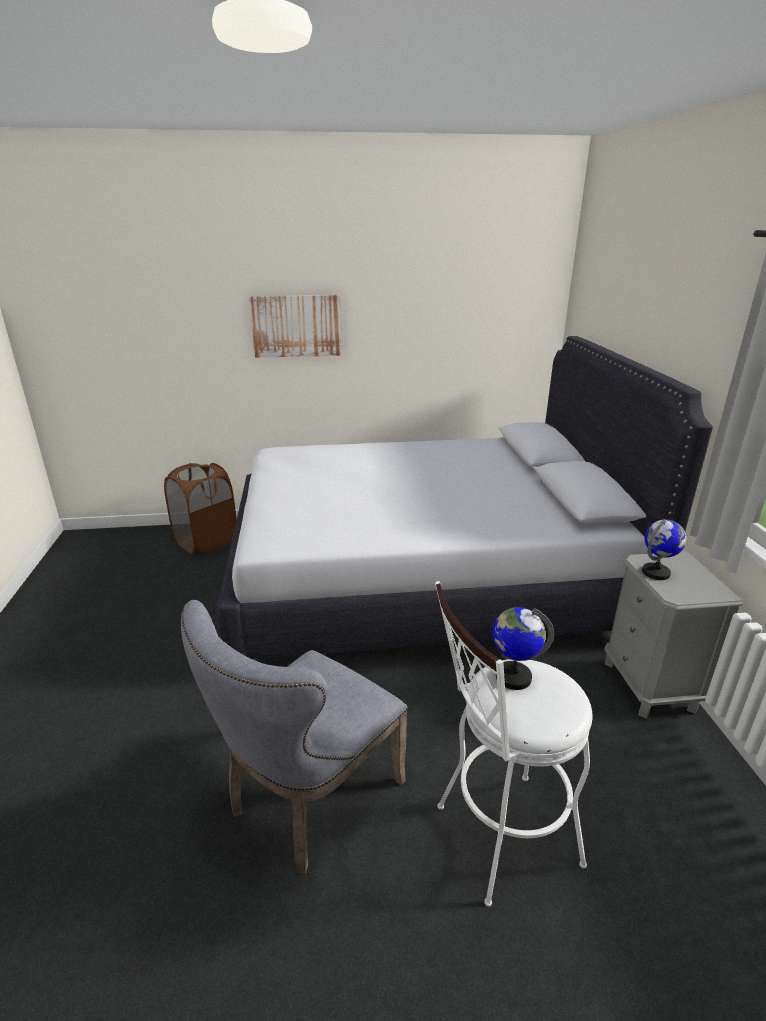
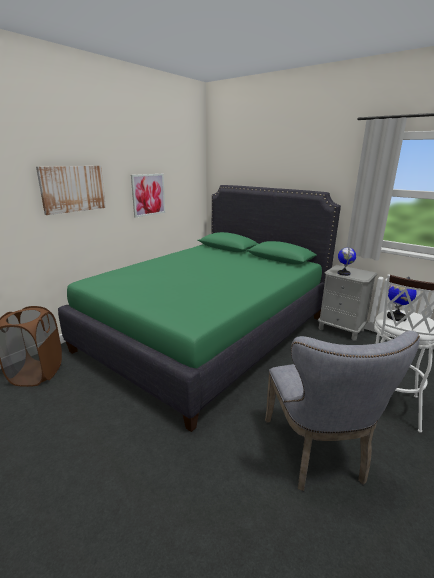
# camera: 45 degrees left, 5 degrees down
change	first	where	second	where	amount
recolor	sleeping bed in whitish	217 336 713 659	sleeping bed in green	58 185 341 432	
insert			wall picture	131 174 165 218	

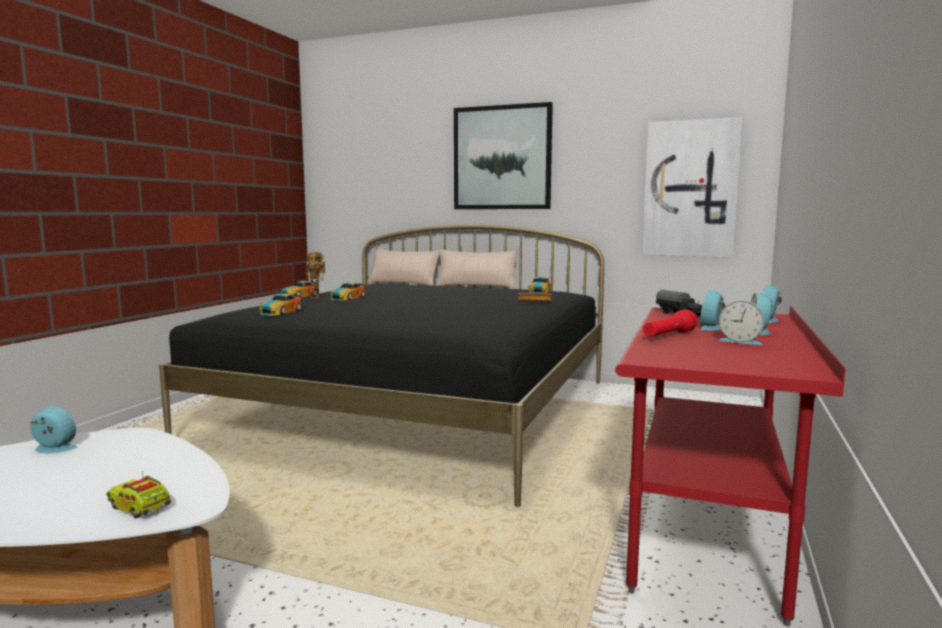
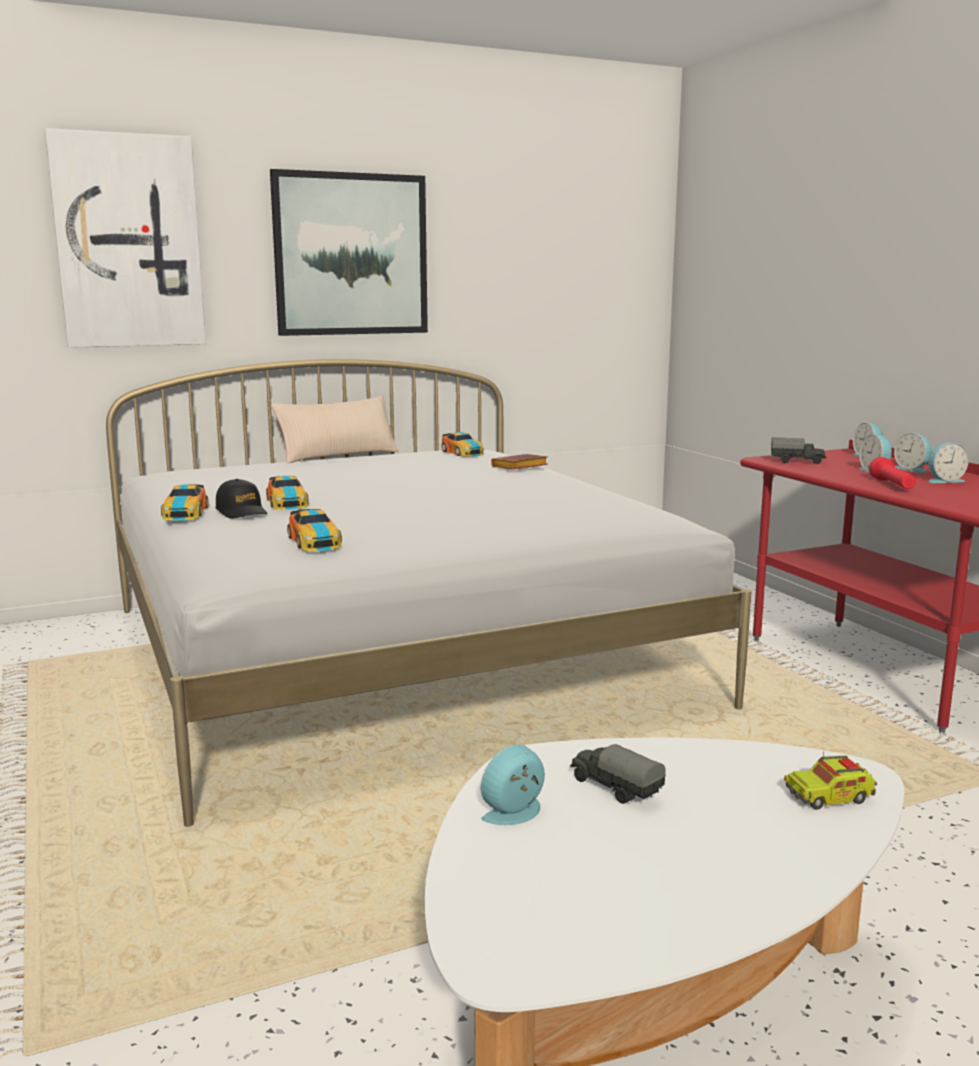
# camera: 45 degrees left, 5 degrees up
change	first	where	second	where	amount
move	wall picture	642 117 743 258		45 128 206 348	
recolor	sleeping bed in black-coloured	159 224 604 507	sleeping bed in whitish	106 359 752 827	
replace	model robot	304 252 325 299	cap in black-coloured	216 479 267 519	
insert			model truck	570 744 665 804	
delete	cushion in beige-coloured	367 249 440 286			

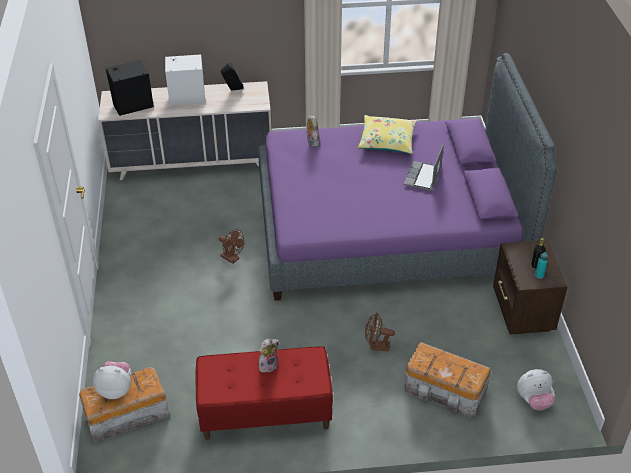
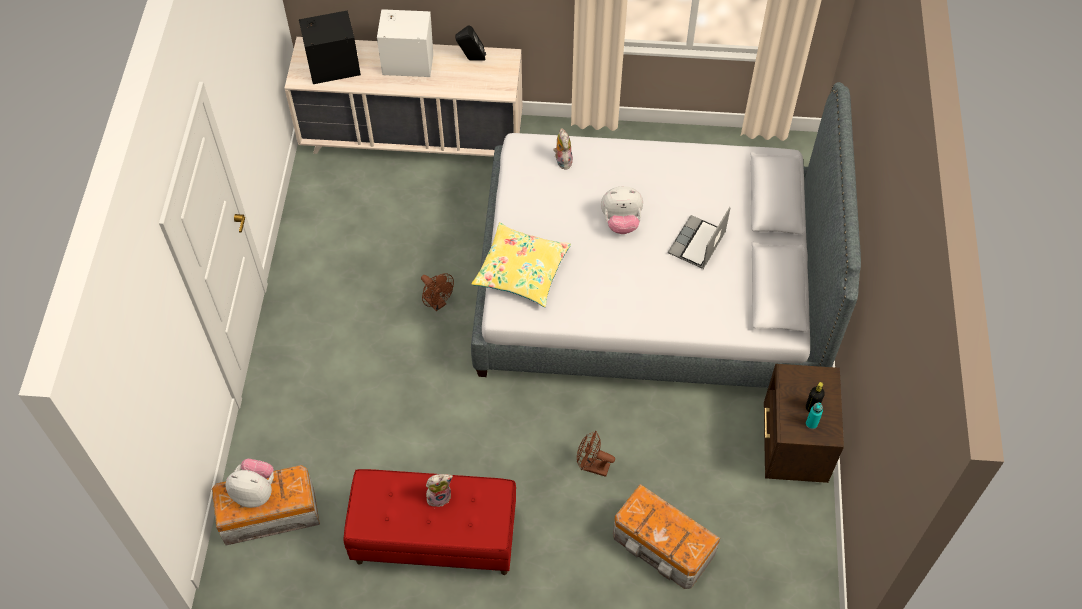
# camera: 10 degrees right, 15 degrees up
change	first	where	second	where	amount
recolor	sleeping bed in purplish	258 53 557 301	sleeping bed in greyish	471 82 861 388	
move	cushion in yellowish	358 115 417 154		472 222 571 307	
move	soft toy	517 369 555 411		601 186 643 234	

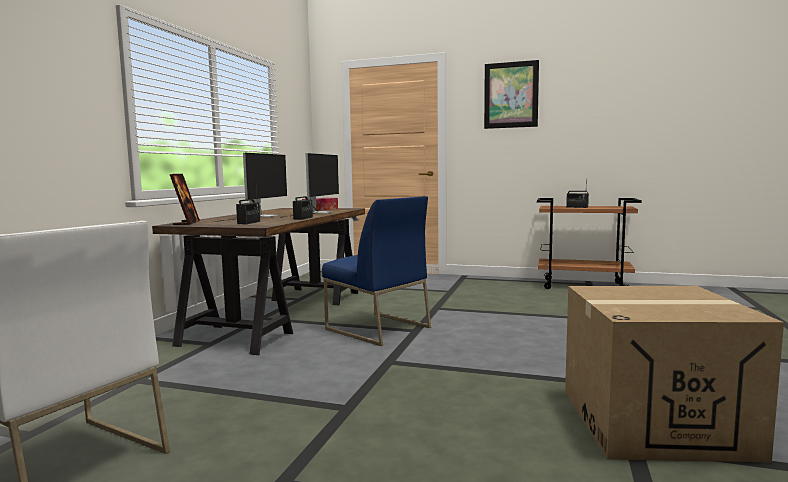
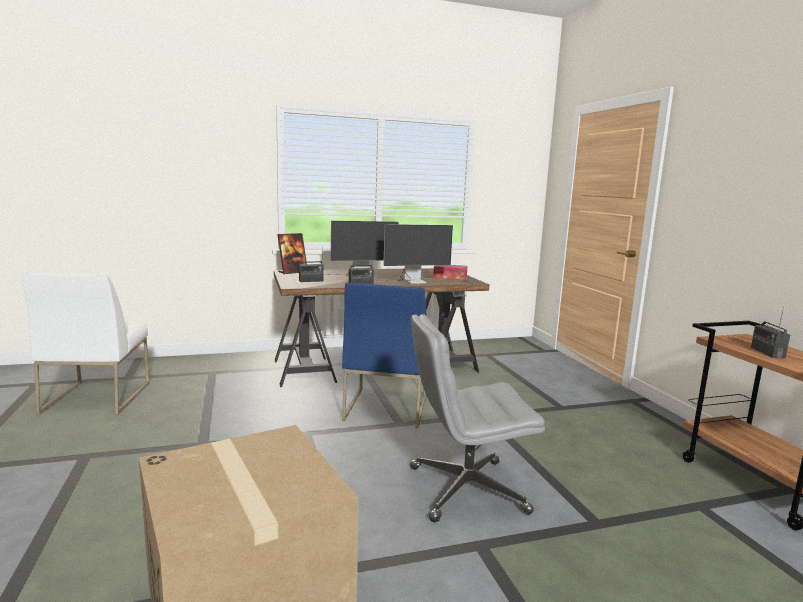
# camera: 55 degrees right, 5 degrees up
change	first	where	second	where	amount
insert			computer chair in greyish	410 314 545 522	
delete	wall picture	484 60 539 129			

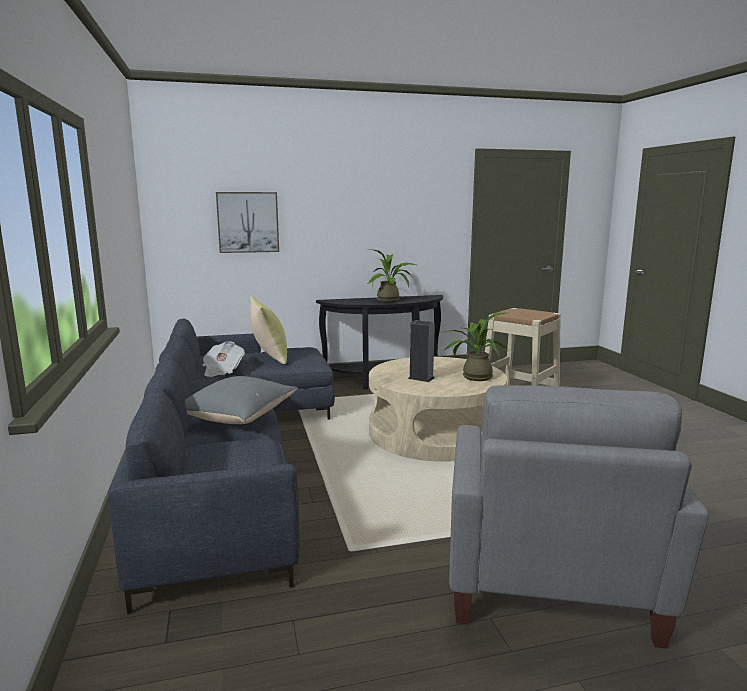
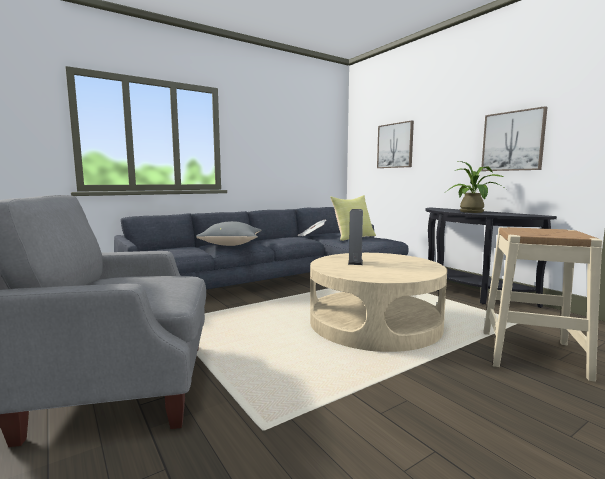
# camera: 70 degrees right, 5 degrees down
change	first	where	second	where	amount
insert			wall picture	481 106 547 171	
delete	potted plant	439 313 509 381			

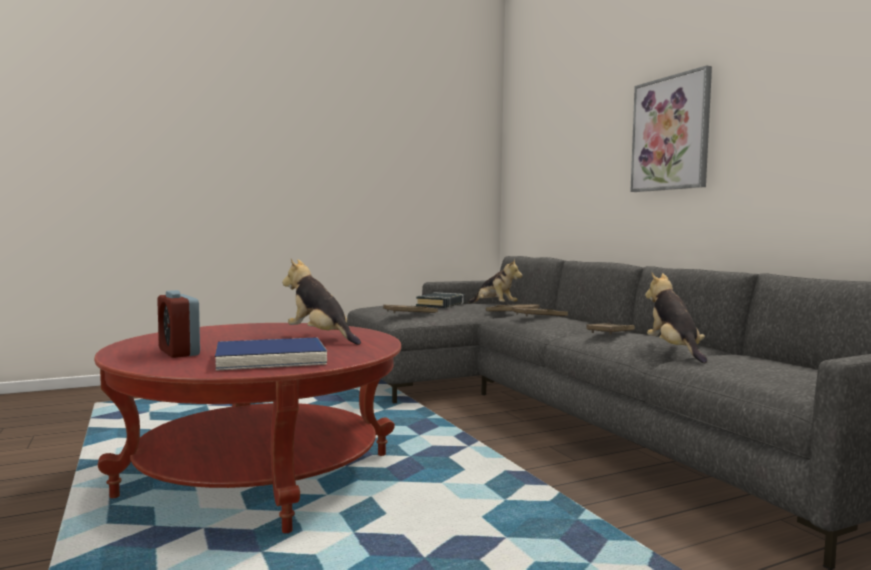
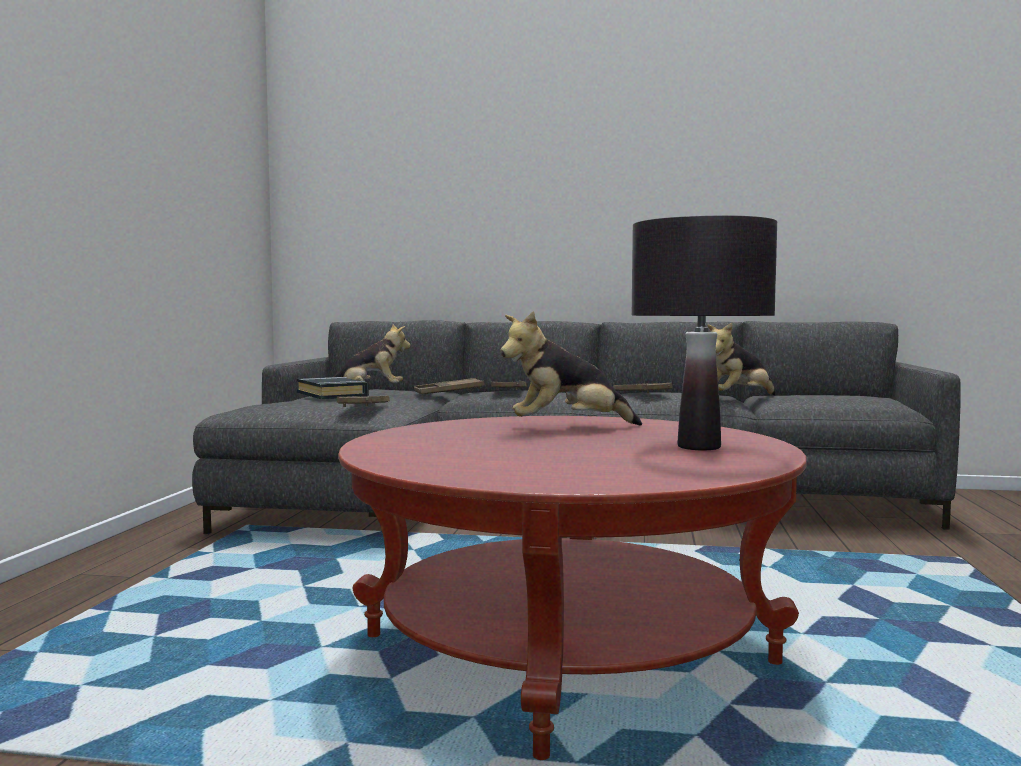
# camera: 55 degrees left, 0 degrees up
change	first	where	second	where	amount
replace	bound book in blue-coloured	215 337 327 371	table lamp in black-coloured	632 215 777 450	
rotate	soft toy	645 272 707 363		707 322 776 396	60 degrees counterclockwise
delete	table clock	157 290 200 358			
delete	wall picture	630 65 712 192			

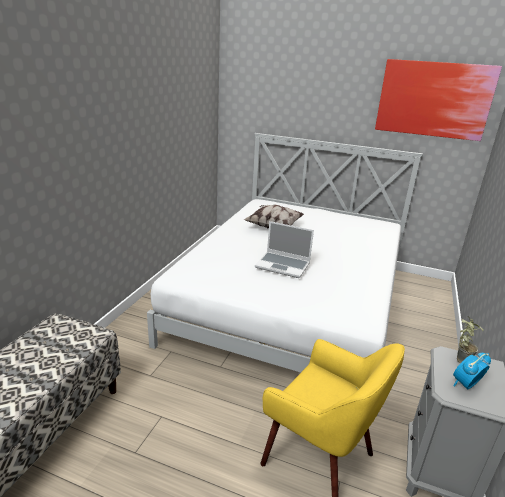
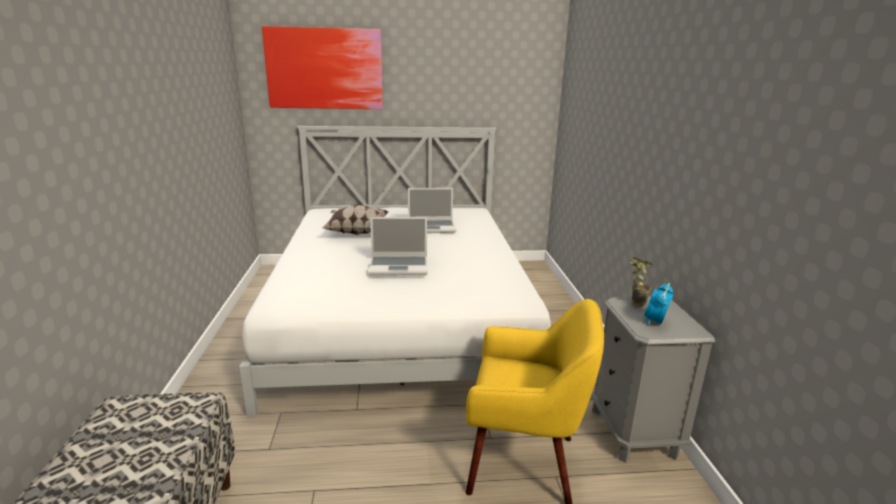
# camera: 25 degrees left, 5 degrees down
change	first	where	second	where	amount
move	wall picture	375 59 502 141		262 26 383 109	
insert			laptop	408 188 456 233	

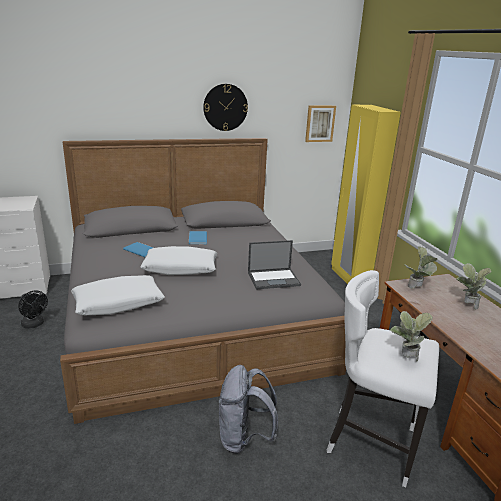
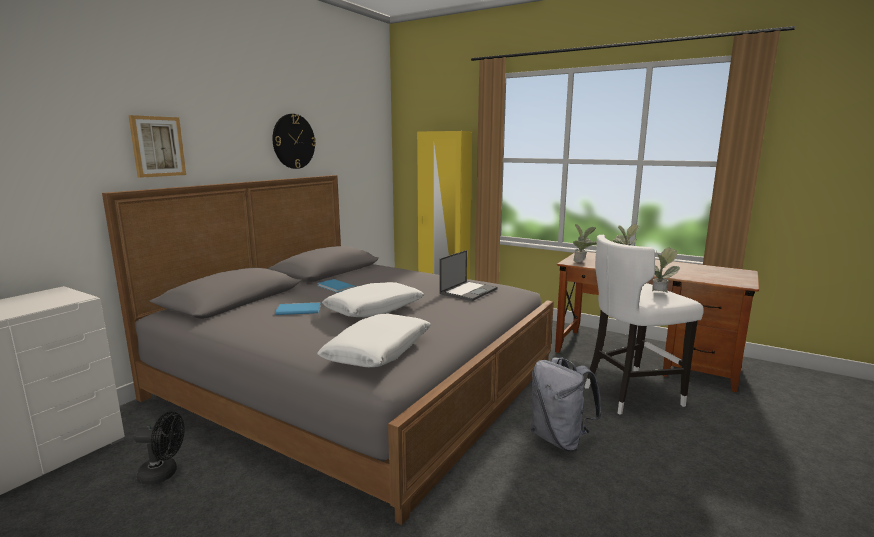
# camera: 40 degrees left, 10 degrees down
change	first	where	second	where	amount
move	wall picture	305 105 336 142		128 115 186 178	

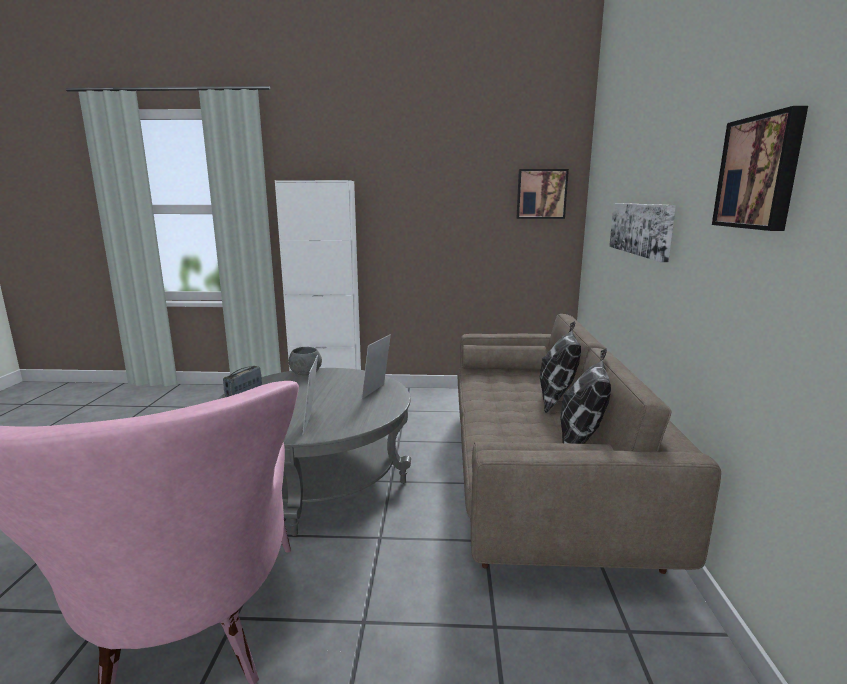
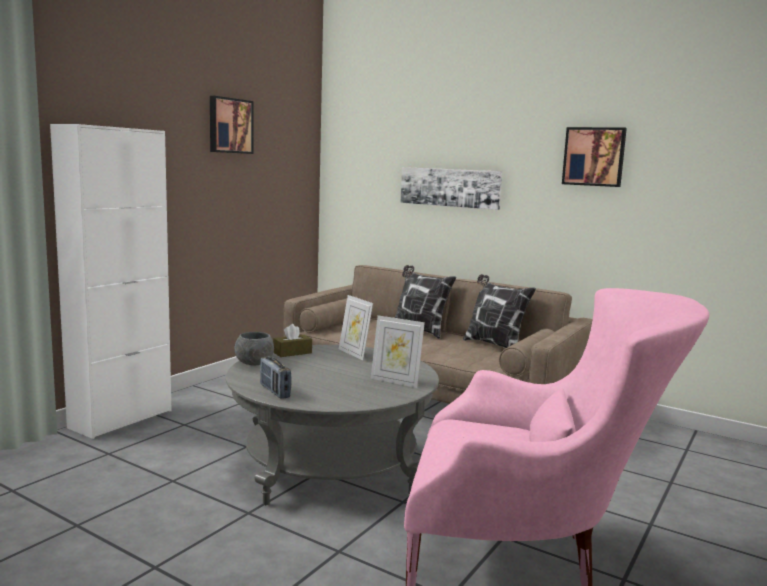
# camera: 60 degrees left, 5 degrees down
change	first	where	second	where	amount
move	wall picture	516 169 569 219		210 96 254 154	
insert			tissue box in brown	273 324 312 357	

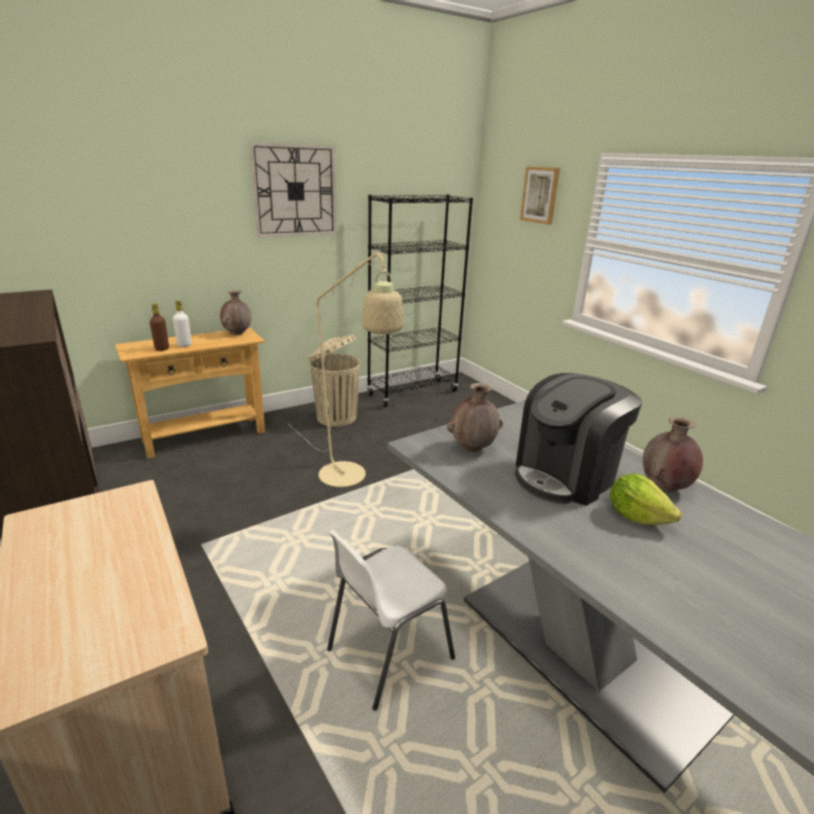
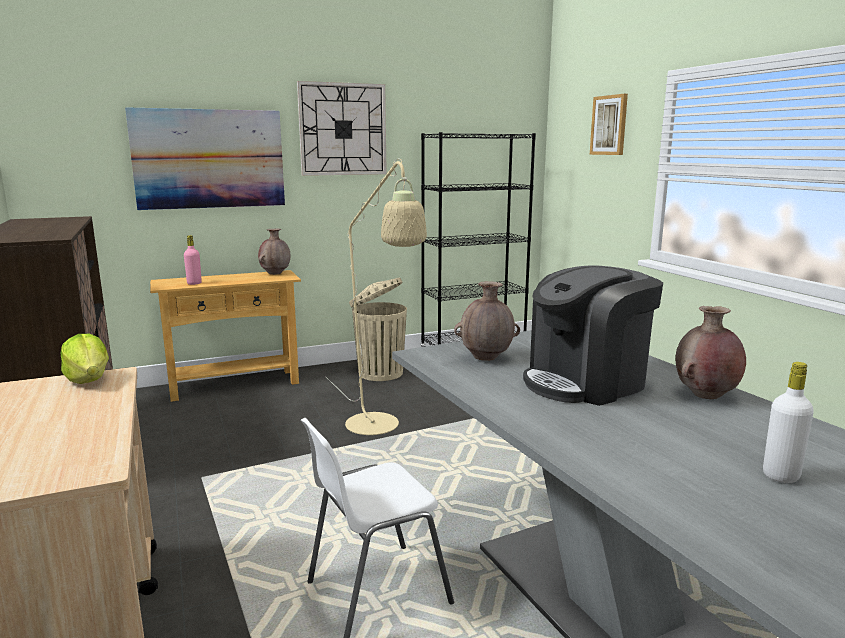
# camera: 10 degrees right, 10 degrees down
change	first	where	second	where	amount
move	lettuce	610 473 682 525		60 334 109 384	
insert			wall picture	125 107 285 210	
recolor	beverage bottle in brown	150 303 169 351	beverage bottle in pinkish	184 235 202 285	
move	beverage bottle in whitish	173 300 192 347		763 362 814 483	

